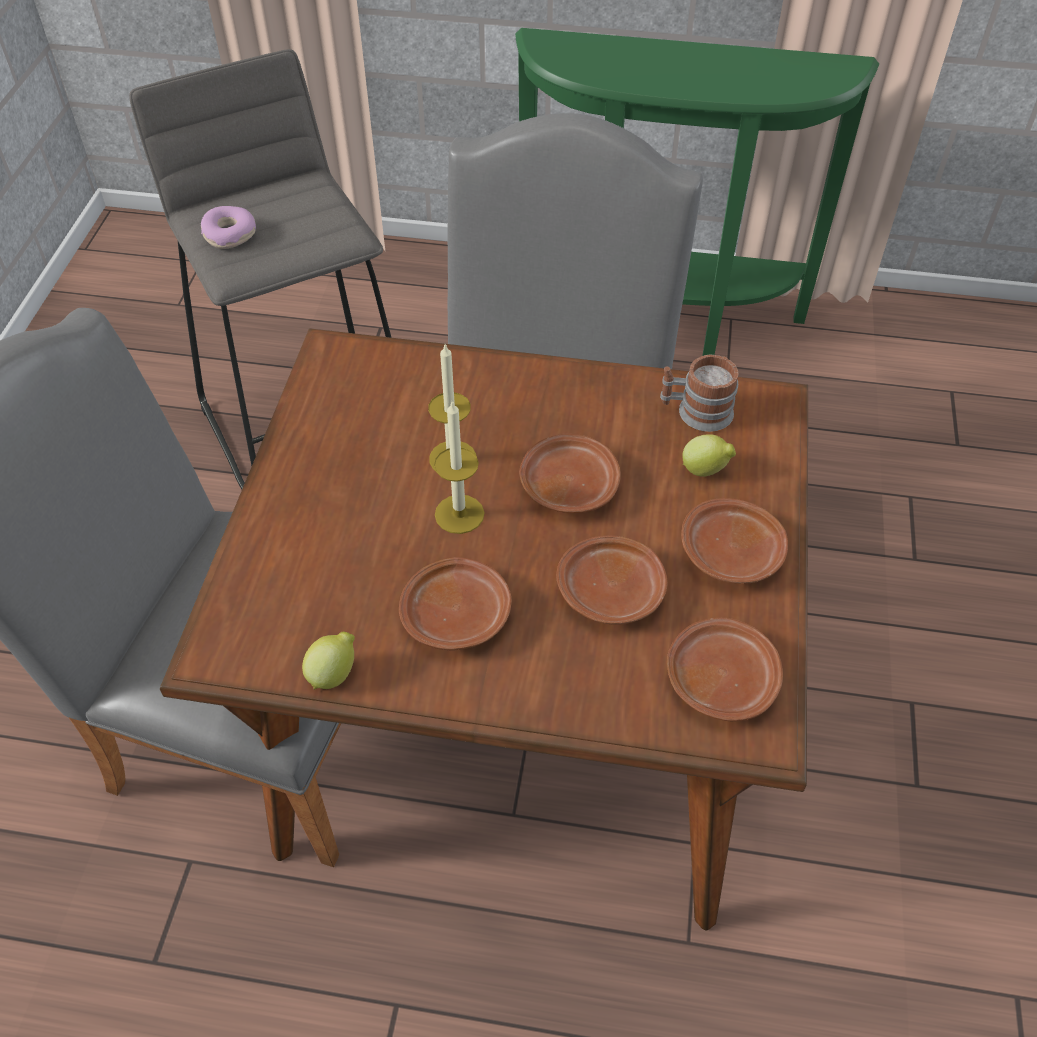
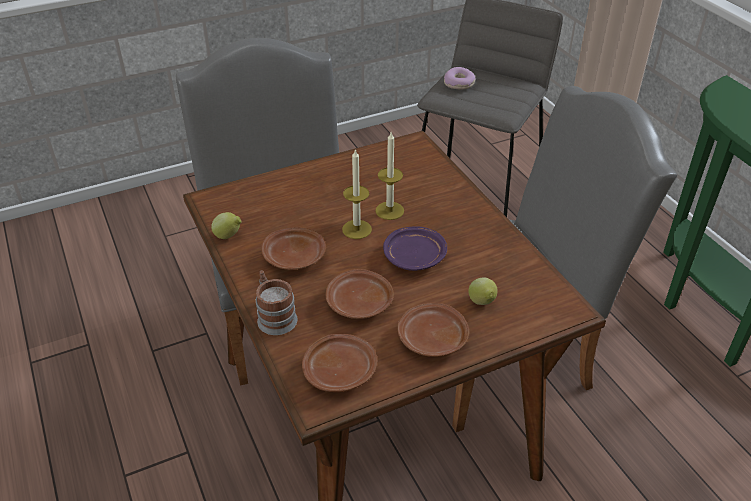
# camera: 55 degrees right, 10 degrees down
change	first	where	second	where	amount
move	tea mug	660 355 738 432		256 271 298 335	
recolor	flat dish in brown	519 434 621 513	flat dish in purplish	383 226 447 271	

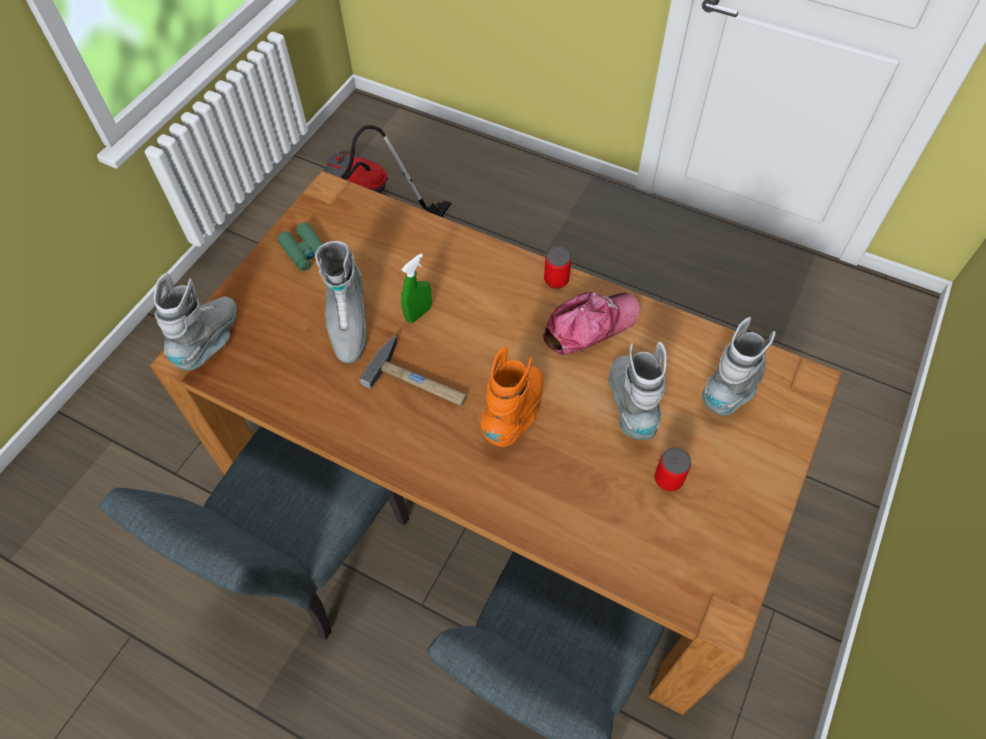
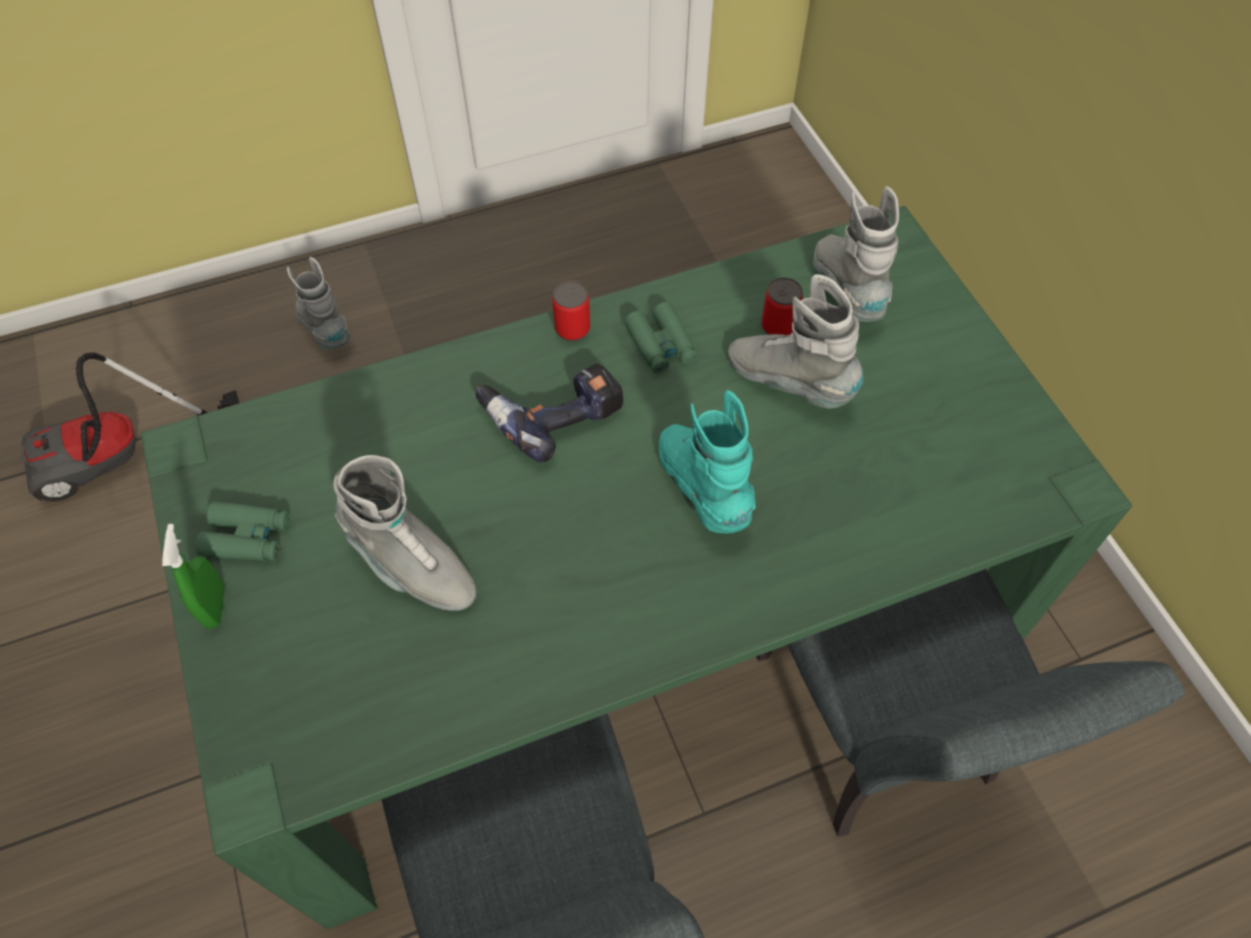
# camera: 50 degrees left, 0 degrees up
change	first	where	second	where	amount
recolor	dining table in brown	150 171 842 715	dining table in green	141 206 1132 929	
move	hand sprayer in green	401 253 432 323		162 524 225 628	
move	boot in greyish	154 273 237 370		287 257 350 350	
insert			electric drill	475 364 624 462	
replace	cap	543 292 640 355	binoculars in green	624 302 698 374	
recolor	boot in orangey	481 346 543 447	boot in turquoise	659 390 756 534	
move	sealed can	655 447 691 491		761 278 803 335	
delete	hand hammer	360 336 467 406			

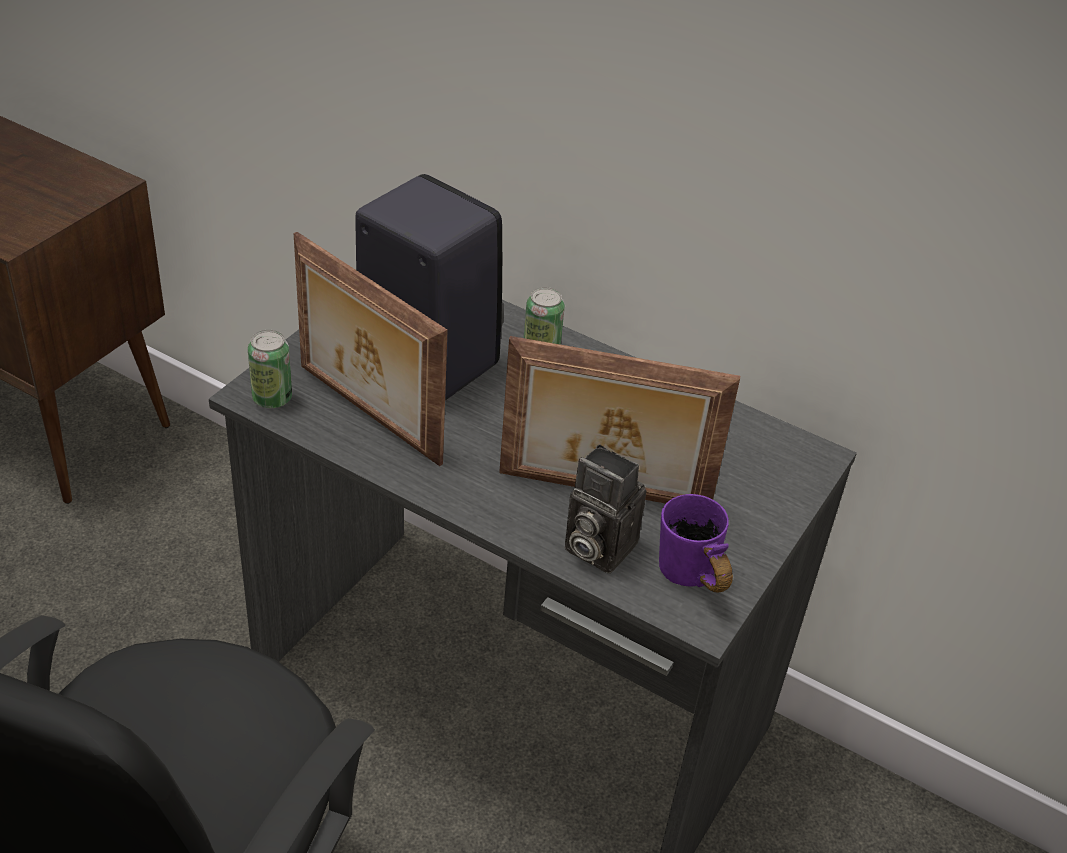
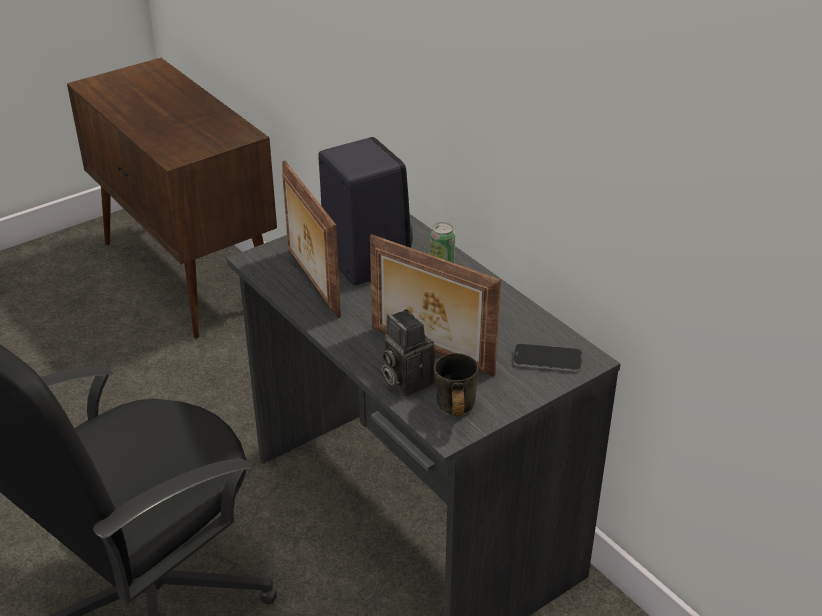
# camera: 25 degrees right, 5 degrees down
change	first	where	second	where	amount
recolor	tea mug in purplish	659 494 733 593	tea mug in greyish	434 353 478 417	
insert			handset	513 344 582 371	
delete	sealed can	248 330 292 408			

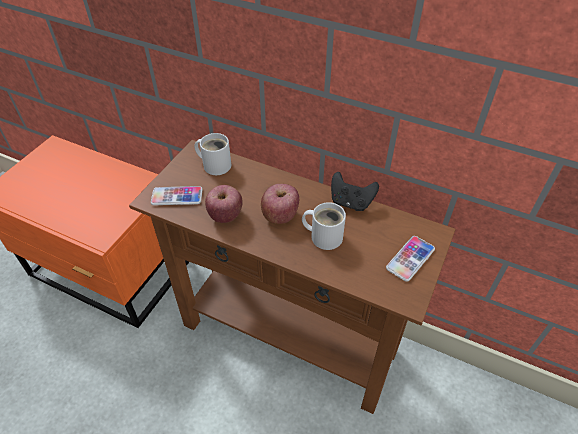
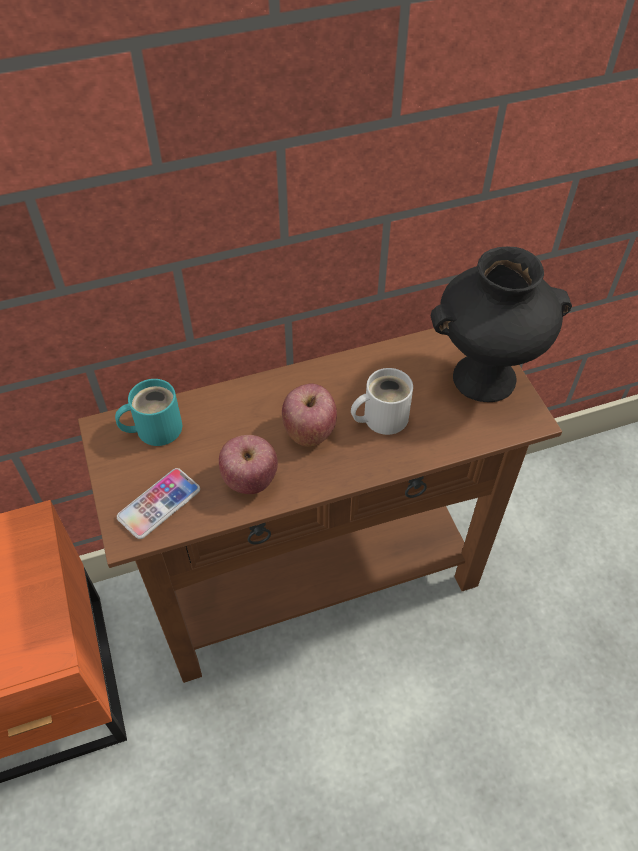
# camera: 45 degrees left, 5 degrees up
change	first	where	second	where	amount
recolor	tea mug in whitish	194 133 231 175	tea mug in turquoise	115 379 182 446	
replace	handset	386 236 435 281	decorative vase in black-coloured	431 247 572 402	
delete	joypad in black-coloured	331 172 379 211			

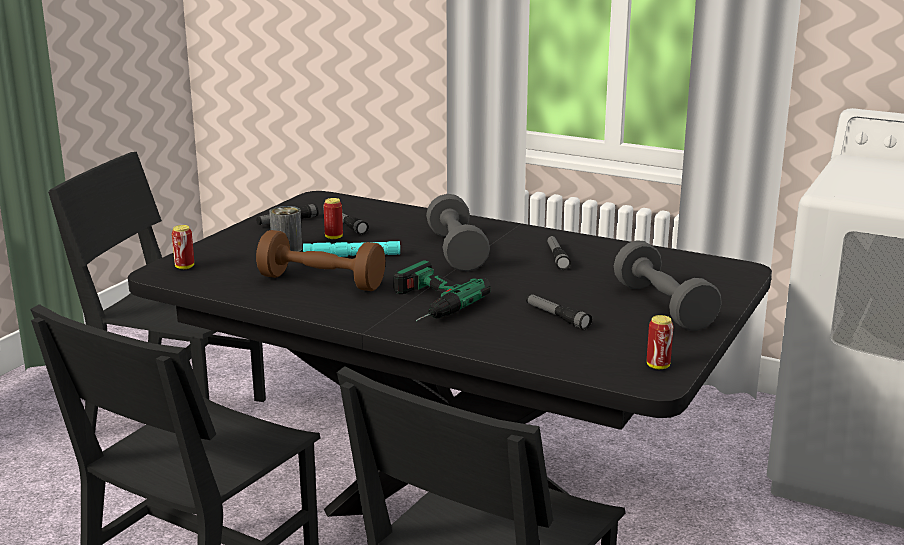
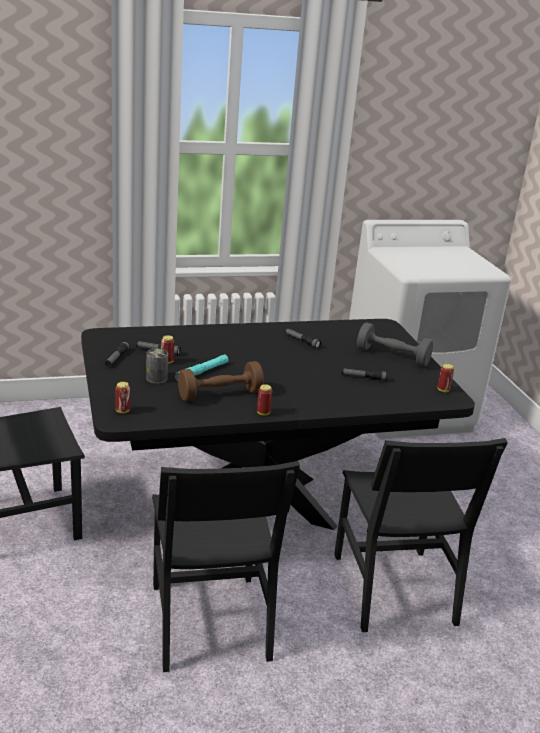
# camera: 45 degrees left, 5 degrees up
change	first	where	second	where	amount
insert			sealed can	257 384 272 416	
delete	electric drill	393 260 491 321			
delete	free weight in greyish	426 194 490 271			

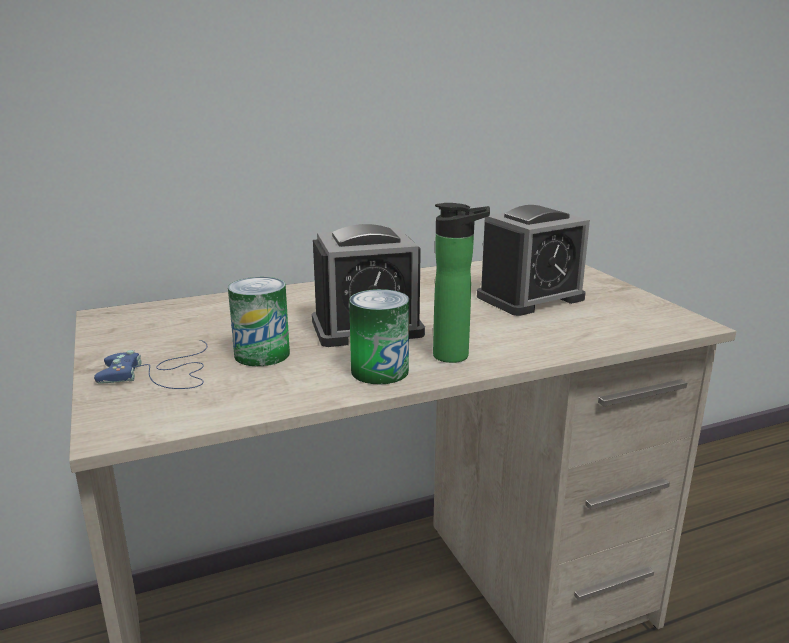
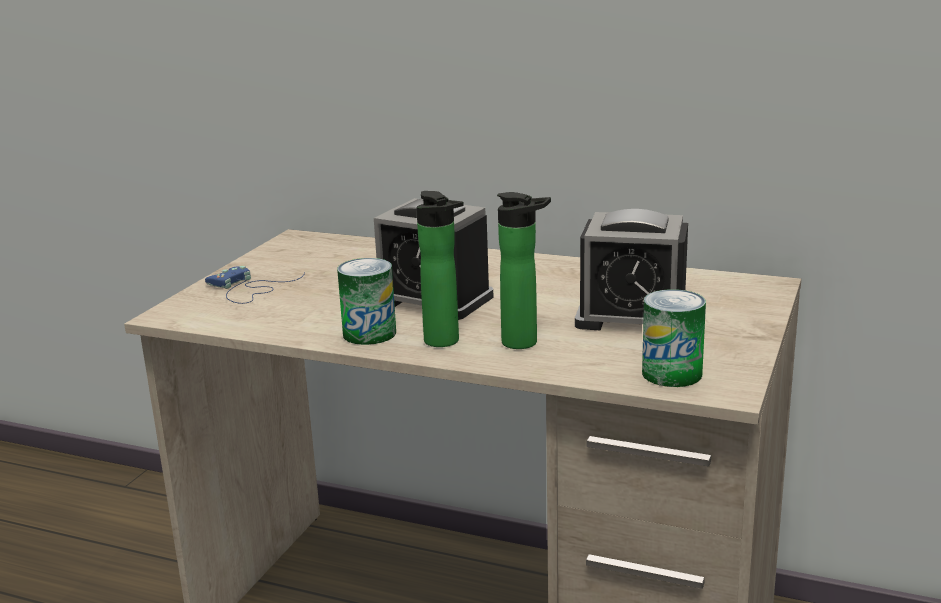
# camera: 45 degrees right, 0 degrees up
change	first	where	second	where	amount
insert			beverage bottle	497 192 551 349	
move	sealed can	228 277 290 366		642 289 706 387	

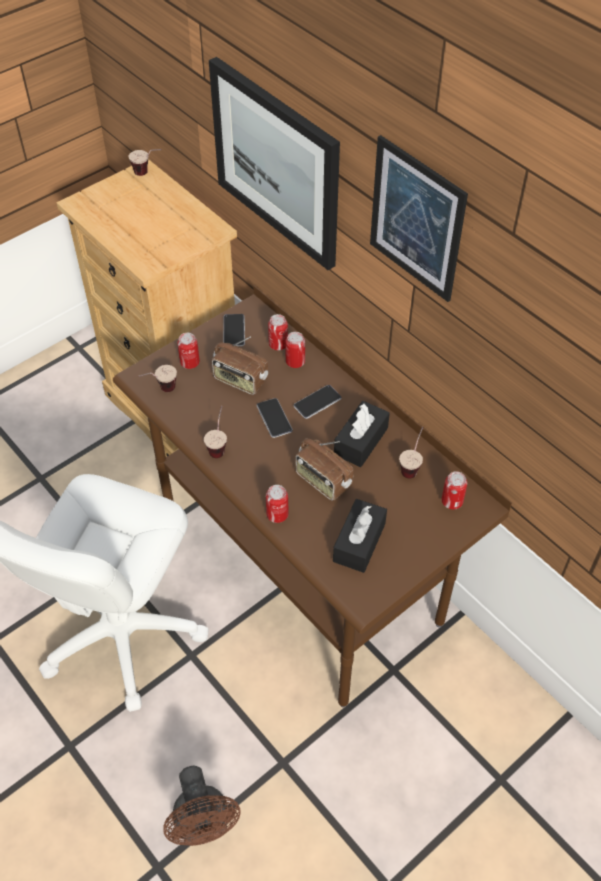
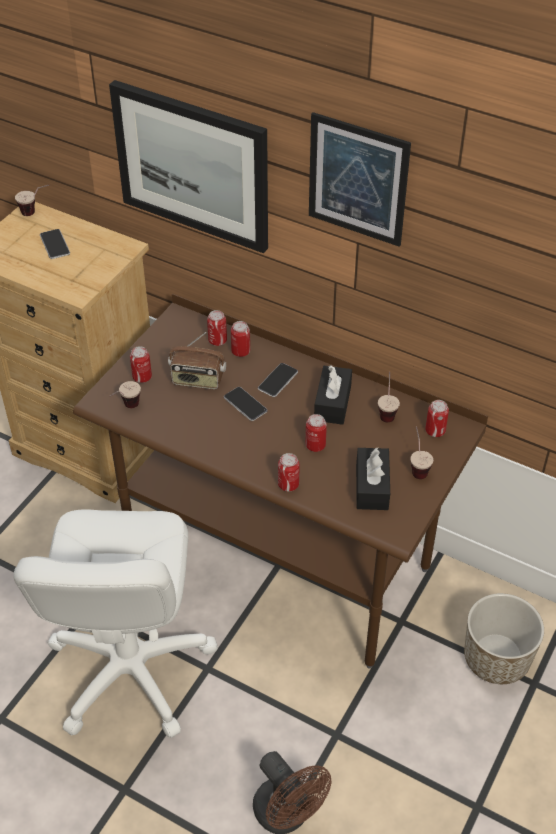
# camera: 20 degrees left, 5 degrees down
change	first	where	second	where	amount
move	handset	223 314 245 346		40 229 70 259	
replace	radio set	295 438 354 501	sealed can	305 414 327 452	
move	cup	204 406 227 458		410 426 433 479	
insert			flower pot	464 593 544 684	

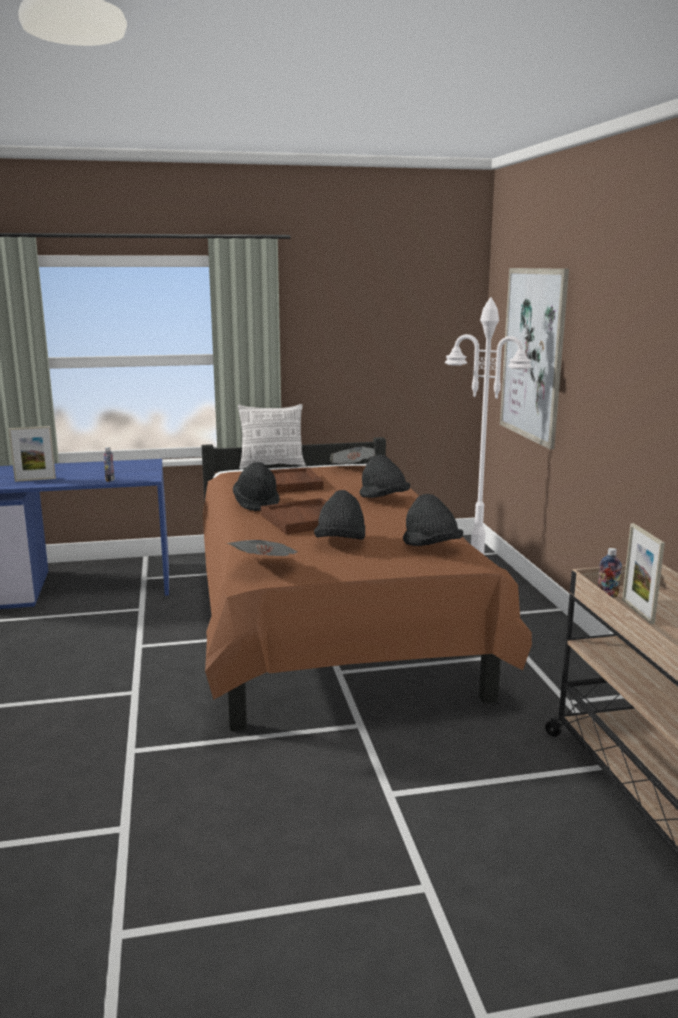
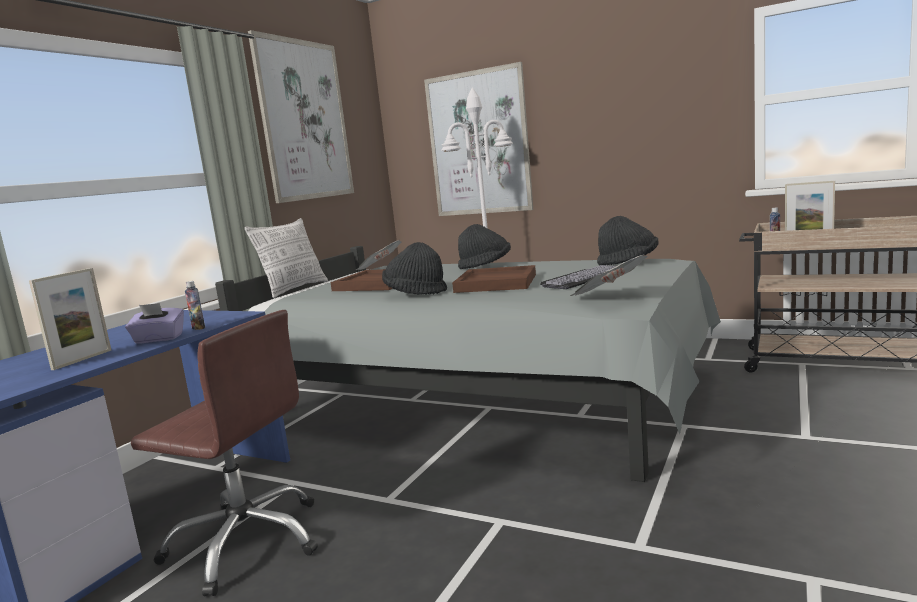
# camera: 50 degrees left, 5 degrees down
change	first	where	second	where	amount
insert			tissue box in purplish	125 303 184 344	
insert			computer chair in brown	131 310 318 596	
recolor	sleeping bed in brown	202 437 532 731	sleeping bed in greyish	215 246 721 482	
insert			wall picture	248 30 354 203	
replace	wearable hat in black-coloured	314 490 365 540	computer keyboard	540 265 616 289	

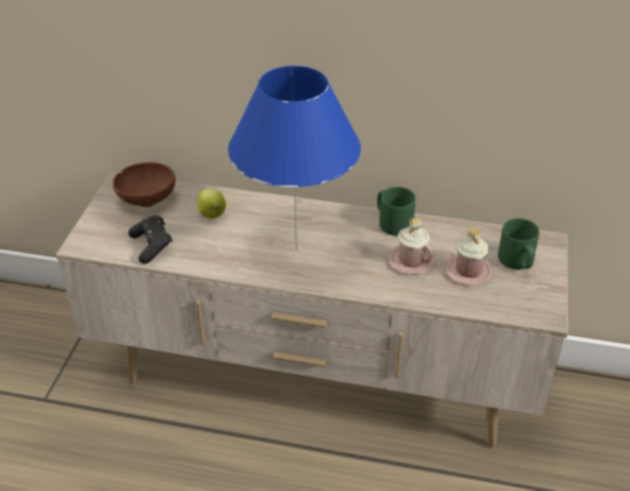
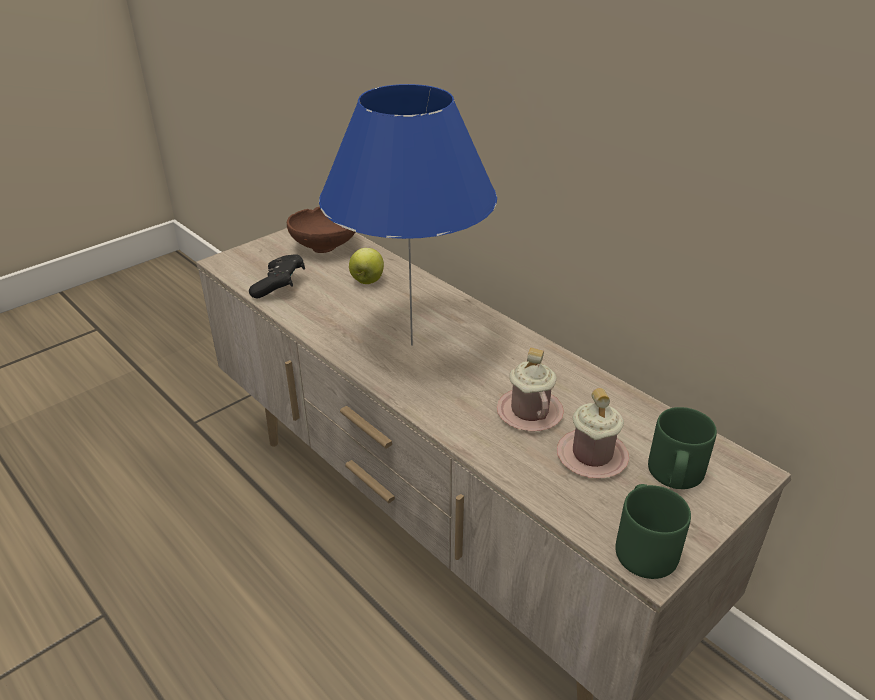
# camera: 35 degrees right, 5 degrees down
change	first	where	second	where	amount
move	tea mug in green	377 187 416 236		615 484 691 579	

